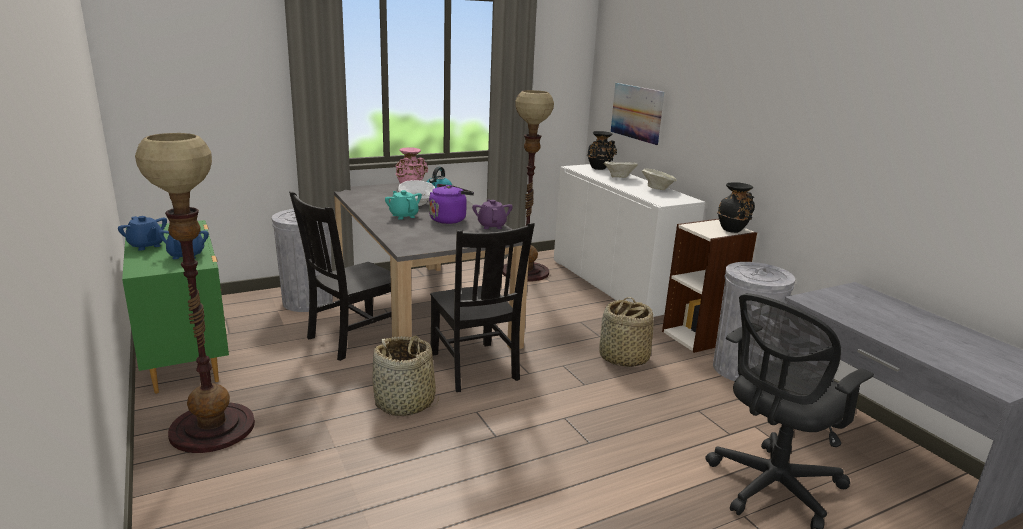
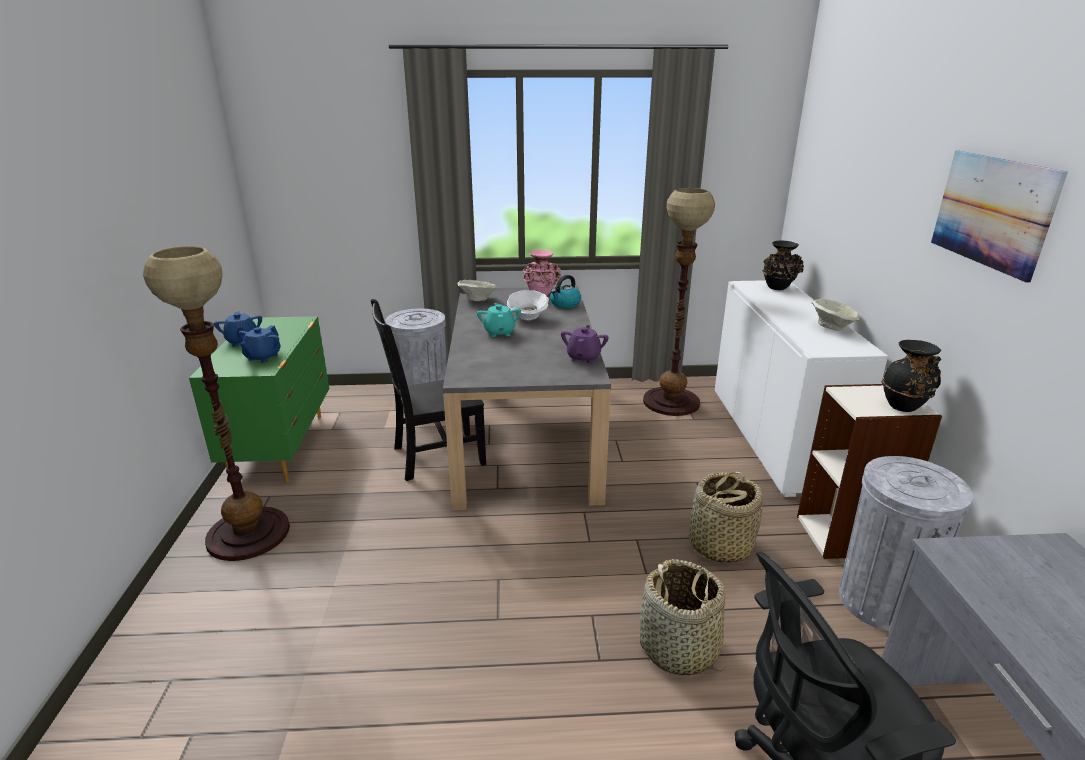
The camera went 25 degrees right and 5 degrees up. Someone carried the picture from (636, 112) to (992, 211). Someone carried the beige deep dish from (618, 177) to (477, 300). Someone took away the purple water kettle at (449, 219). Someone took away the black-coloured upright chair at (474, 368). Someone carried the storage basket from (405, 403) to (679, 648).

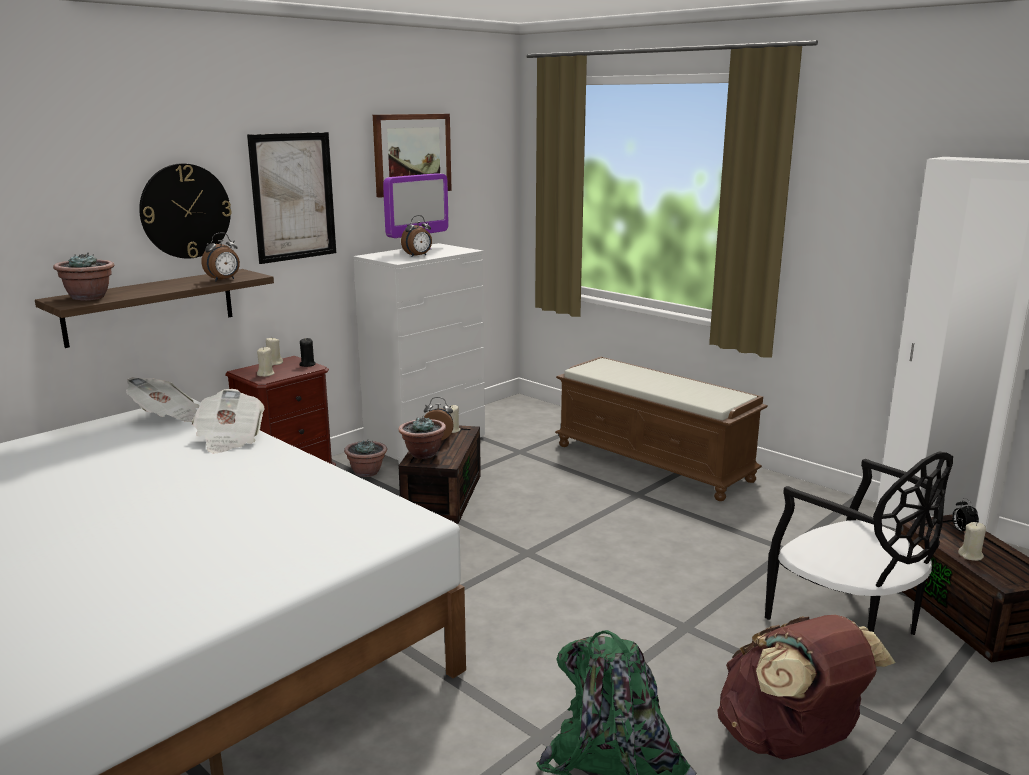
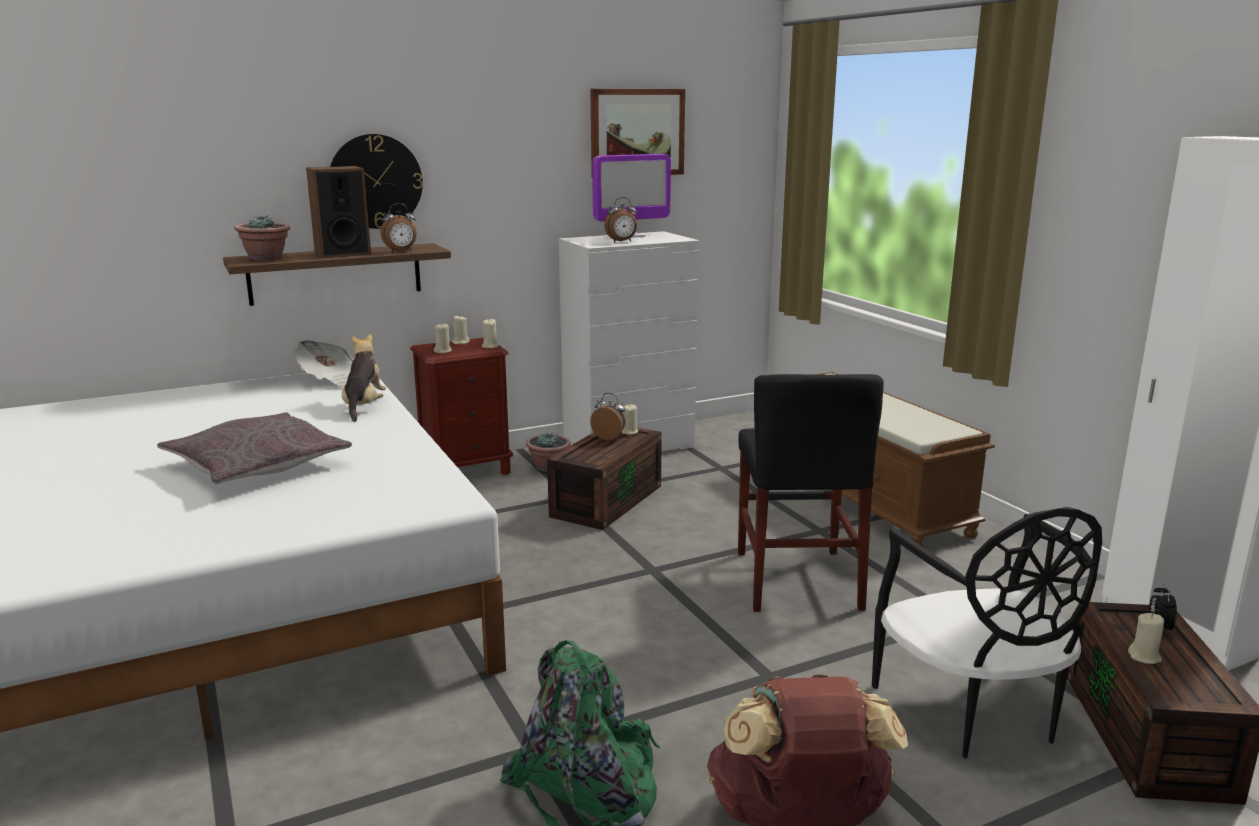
The camera went 20 degrees right and 0 degrees up. Someone took away the picture at (293, 197). Someone repainted the black-coloured wax light at (307, 364), which became the beige wax light at (490, 346). Someone swapped the newspaper at (229, 439) for the plush toy at (364, 406). Someone took away the plant in a pot at (423, 454). Someone put down the speaker at (342, 253). Someone put down the black-coloured upright chair at (797, 579). Someone put down the gray cushion at (257, 465).

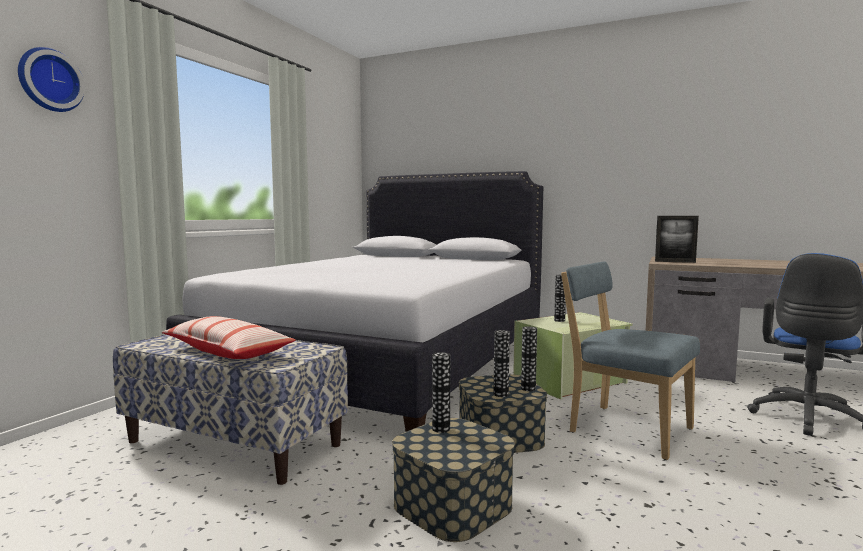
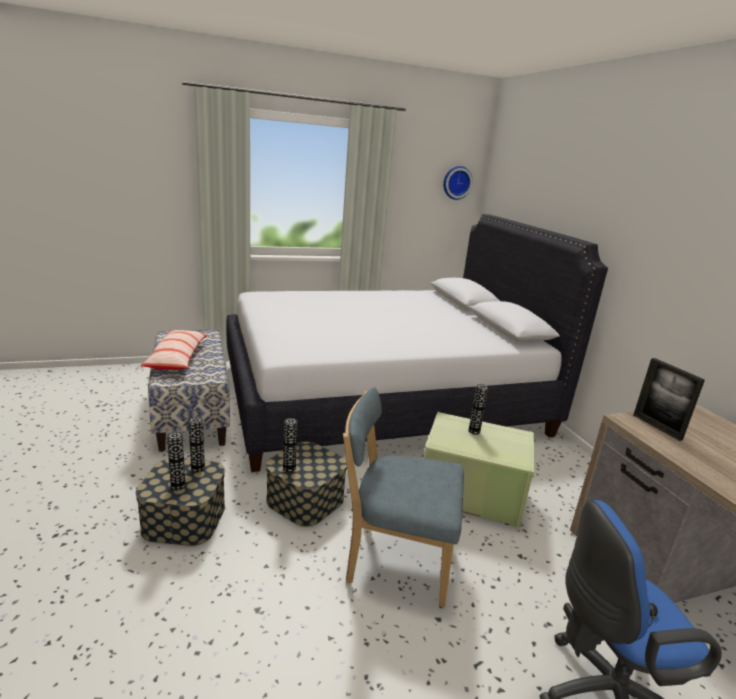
The camera went 45 degrees right and 15 degrees up. Someone carried the wall clock from (49, 80) to (456, 182). Someone rotated the bluish upright chair at (624, 429) by 75 degrees counterclockwise. Someone carried the flower vase from (528, 388) to (178, 486).

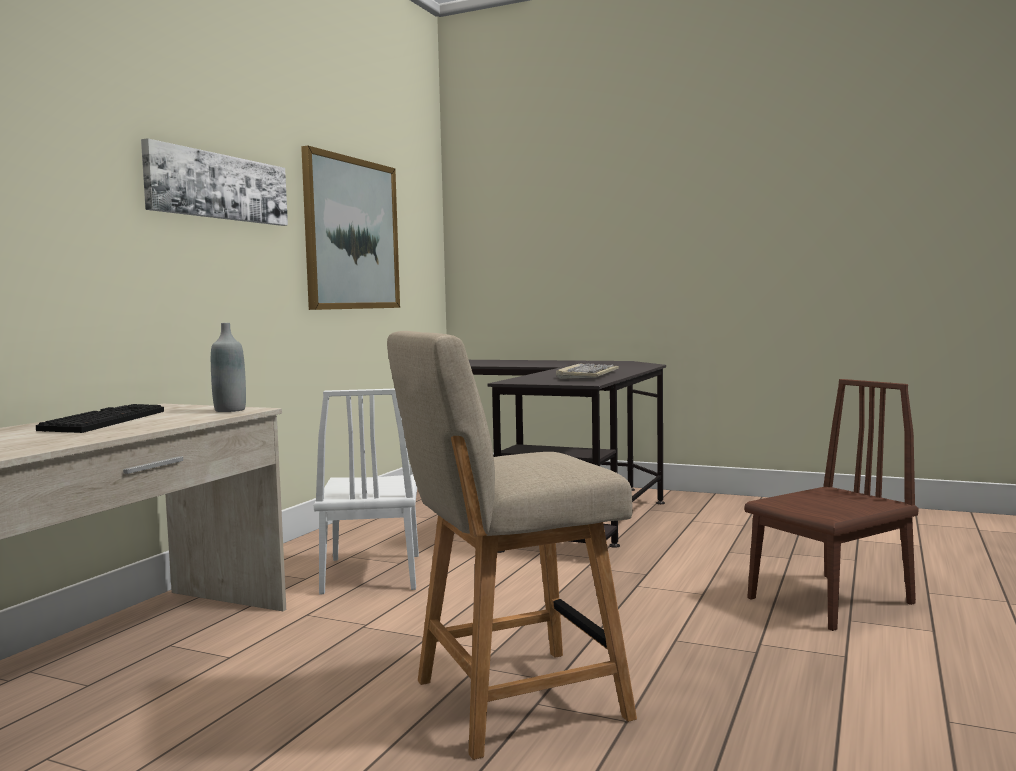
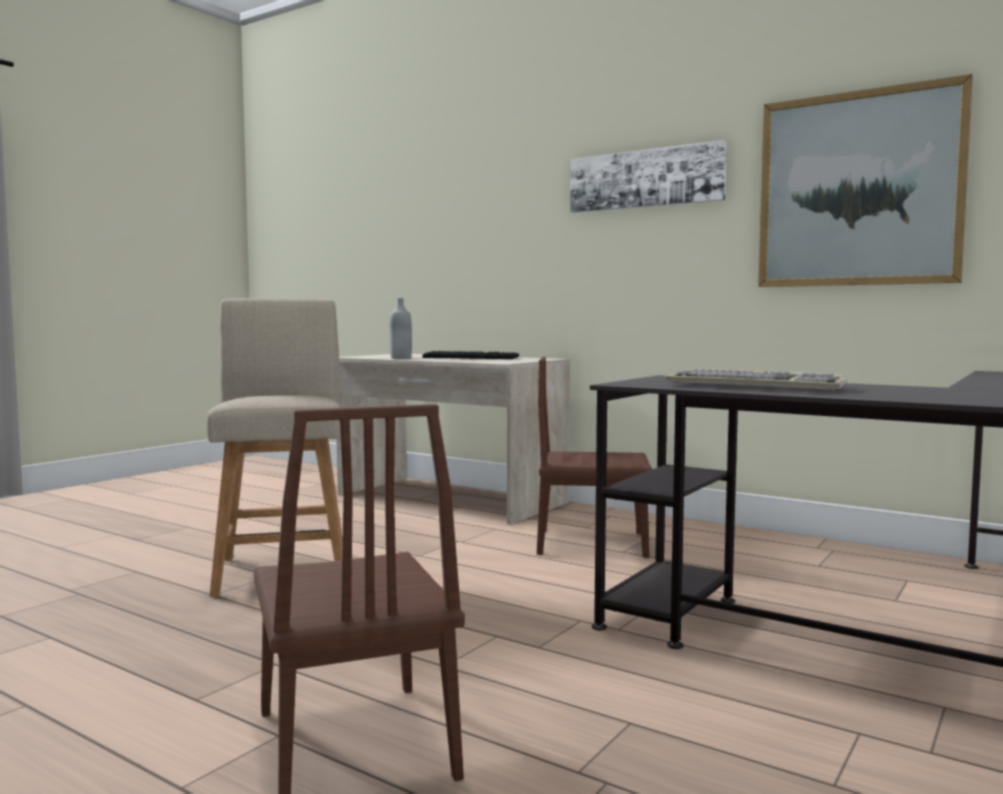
The camera went 100 degrees right and 0 degrees up. Someone carried the gray bottle from (230, 410) to (401, 358). Someone repainted the white upright chair at (372, 573), which became the brown upright chair at (592, 543).

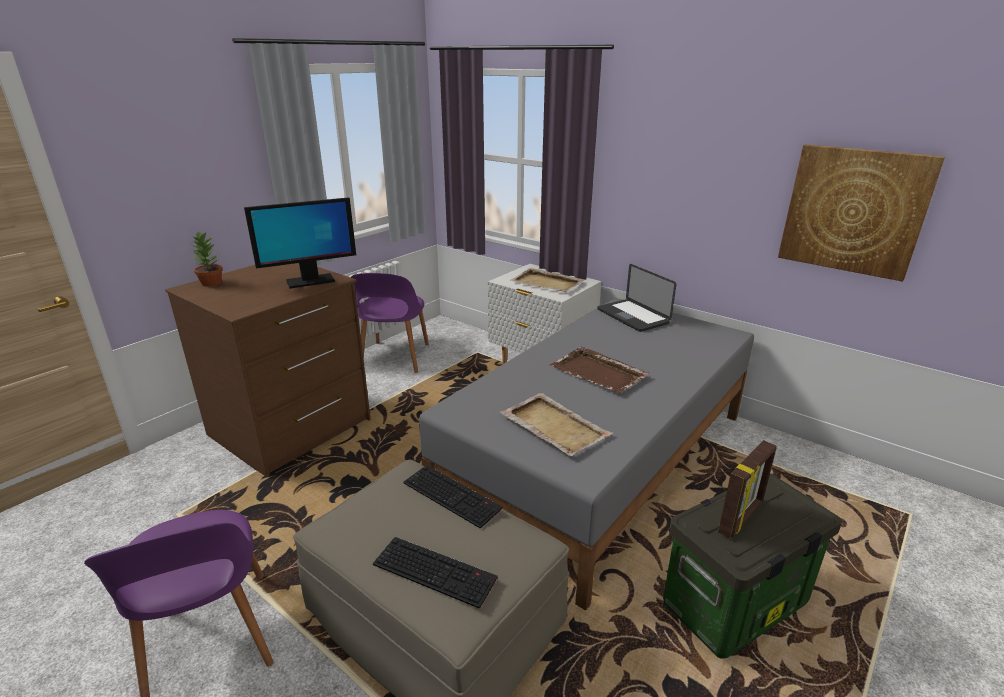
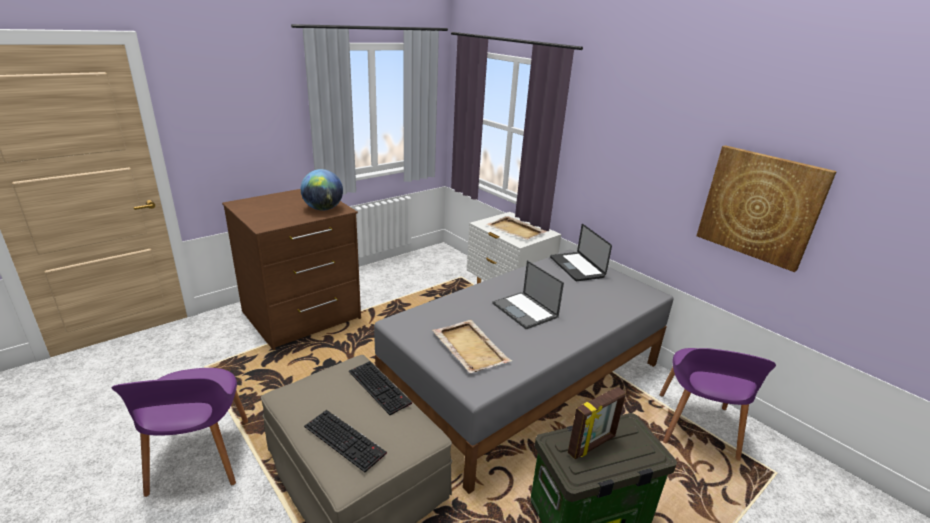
The camera went 10 degrees right and 0 degrees up. Someone swapped the computer display at (310, 281) for the globe at (323, 209). Someone took away the plant in a pot at (211, 283). Someone carried the purple upright chair from (394, 358) to (696, 427). Someone swapped the brown tray at (599, 373) for the portable computer at (525, 310).

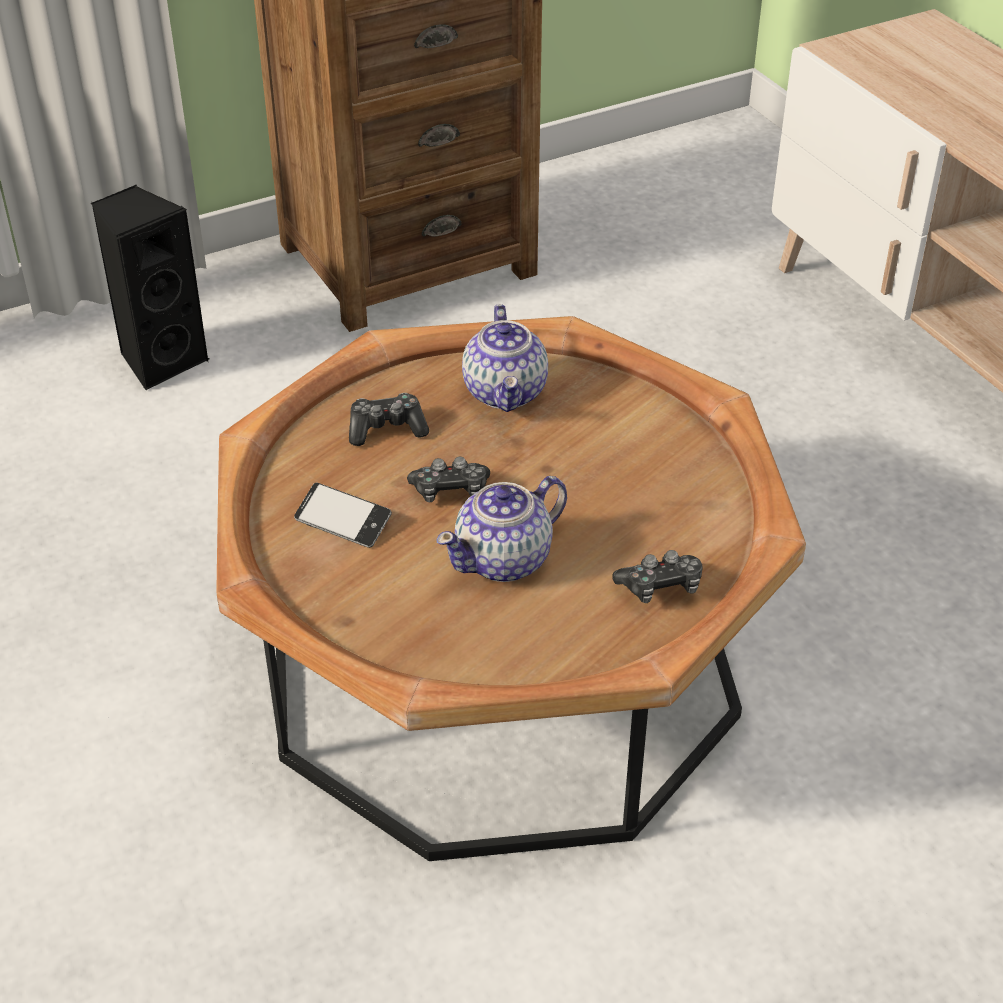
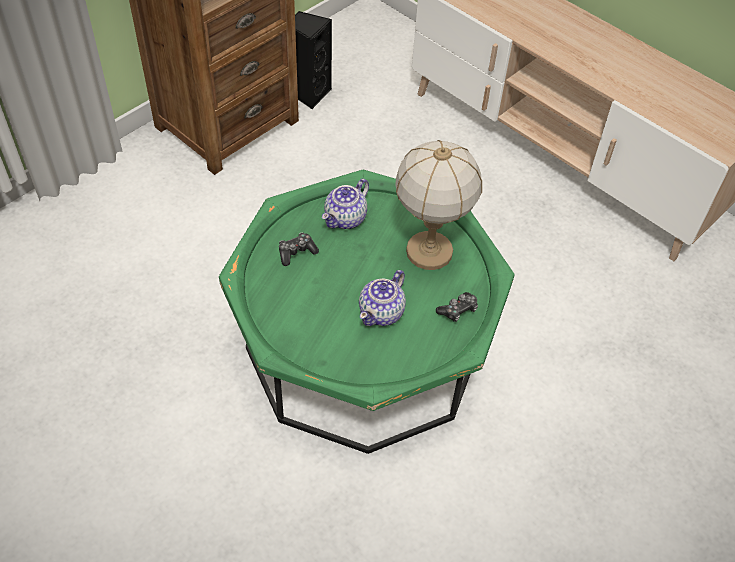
The camera went 20 degrees left and 10 degrees up. Someone carried the black-coloured speaker from (161, 360) to (309, 93). Someone rotated the tea pot at (506, 392) by 60 degrees clockwise. Someone repainted the brown low table at (501, 667), which became the greenish low table at (363, 347). Someone took away the game controller at (450, 490). Someone took away the telephone at (343, 521). Someone put down the table lamp at (428, 252).

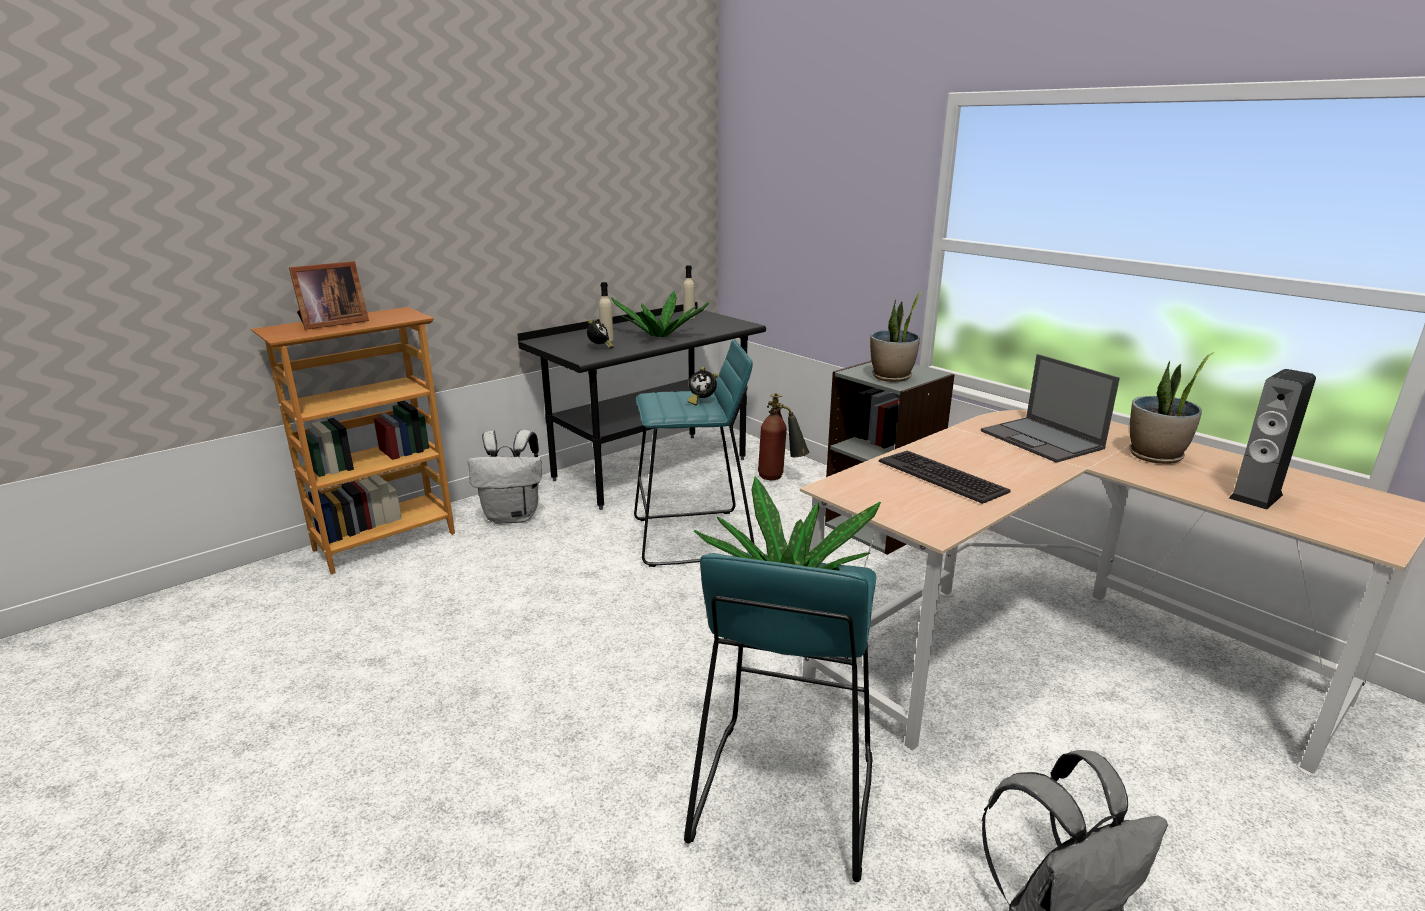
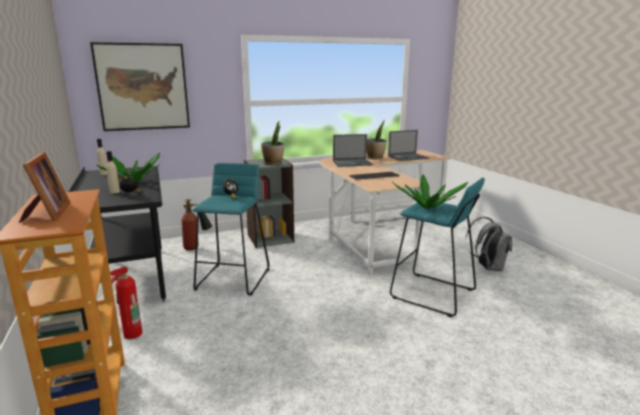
The camera went 70 degrees left and 5 degrees down. Someone swapped the speaker at (1255, 496) for the portable computer at (408, 157). Someone swapped the white knapsack at (513, 516) for the extinguisher at (130, 334). Someone put up the picture at (143, 87).

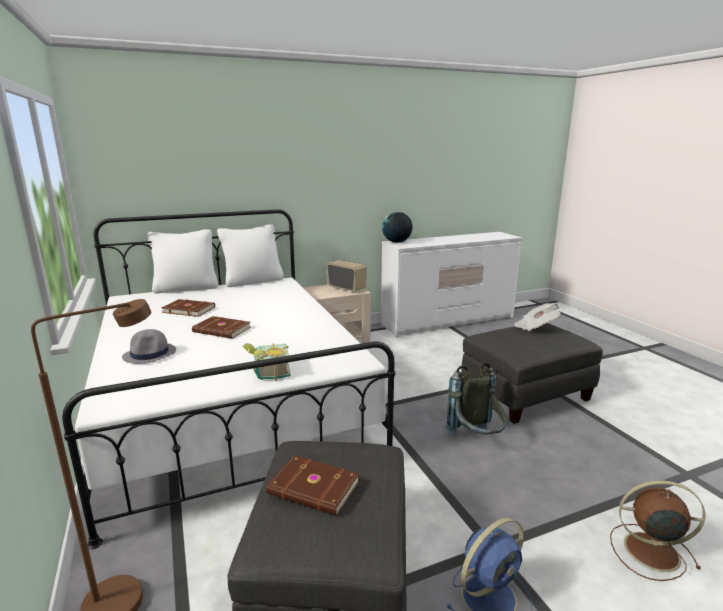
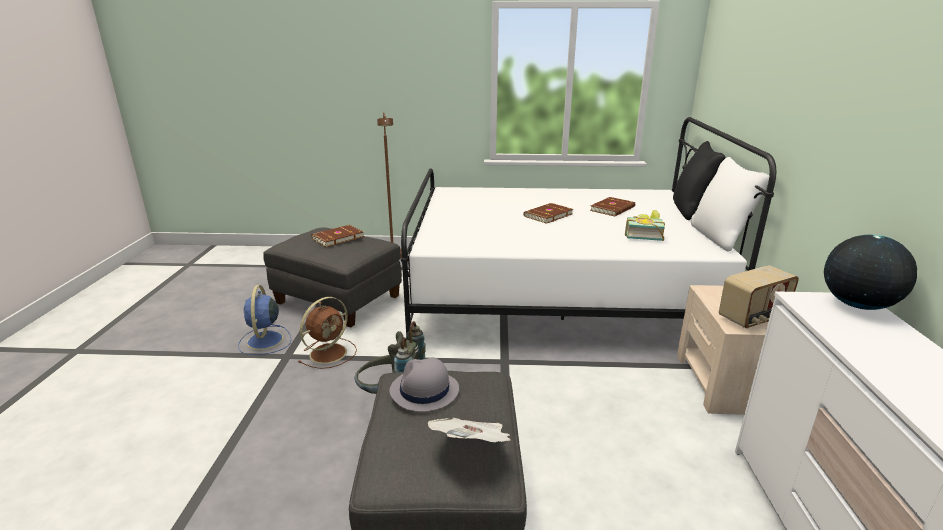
The camera went 115 degrees right and 5 degrees up. Someone repainted the white cushion at (186, 288), which became the black-coloured cushion at (691, 210). Someone carried the gray wearable hat from (150, 354) to (424, 391). Someone carried the book from (267, 372) to (643, 235). Someone carried the brown electric fan from (648, 551) to (329, 352).

